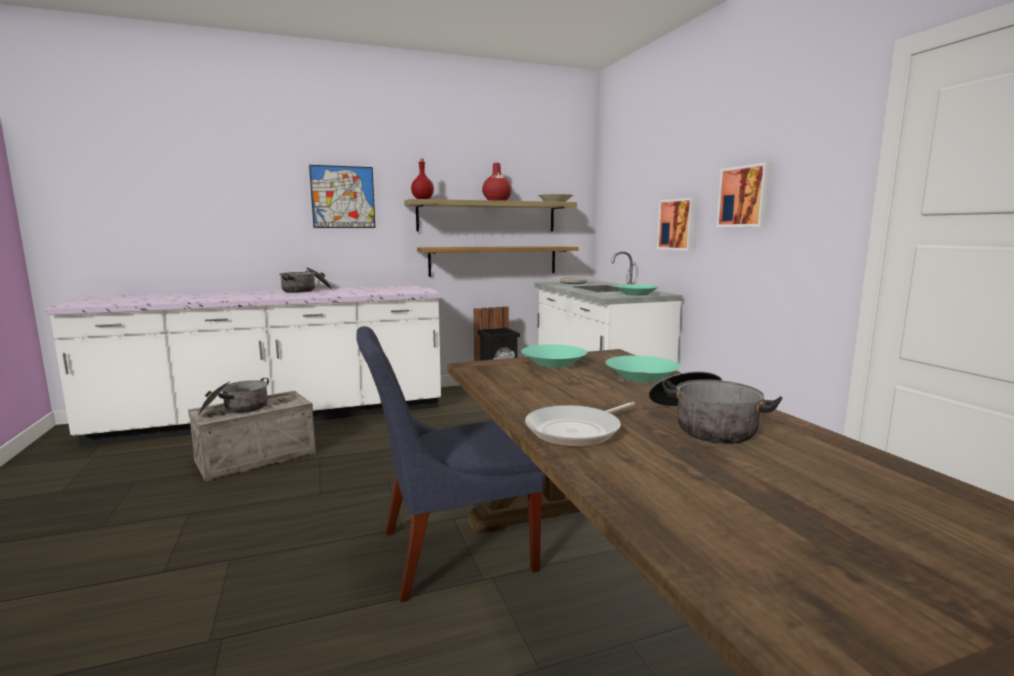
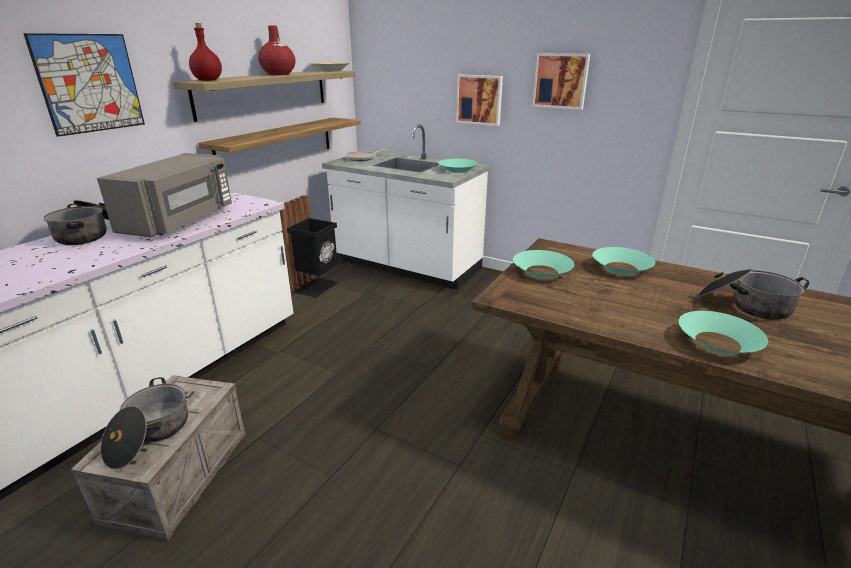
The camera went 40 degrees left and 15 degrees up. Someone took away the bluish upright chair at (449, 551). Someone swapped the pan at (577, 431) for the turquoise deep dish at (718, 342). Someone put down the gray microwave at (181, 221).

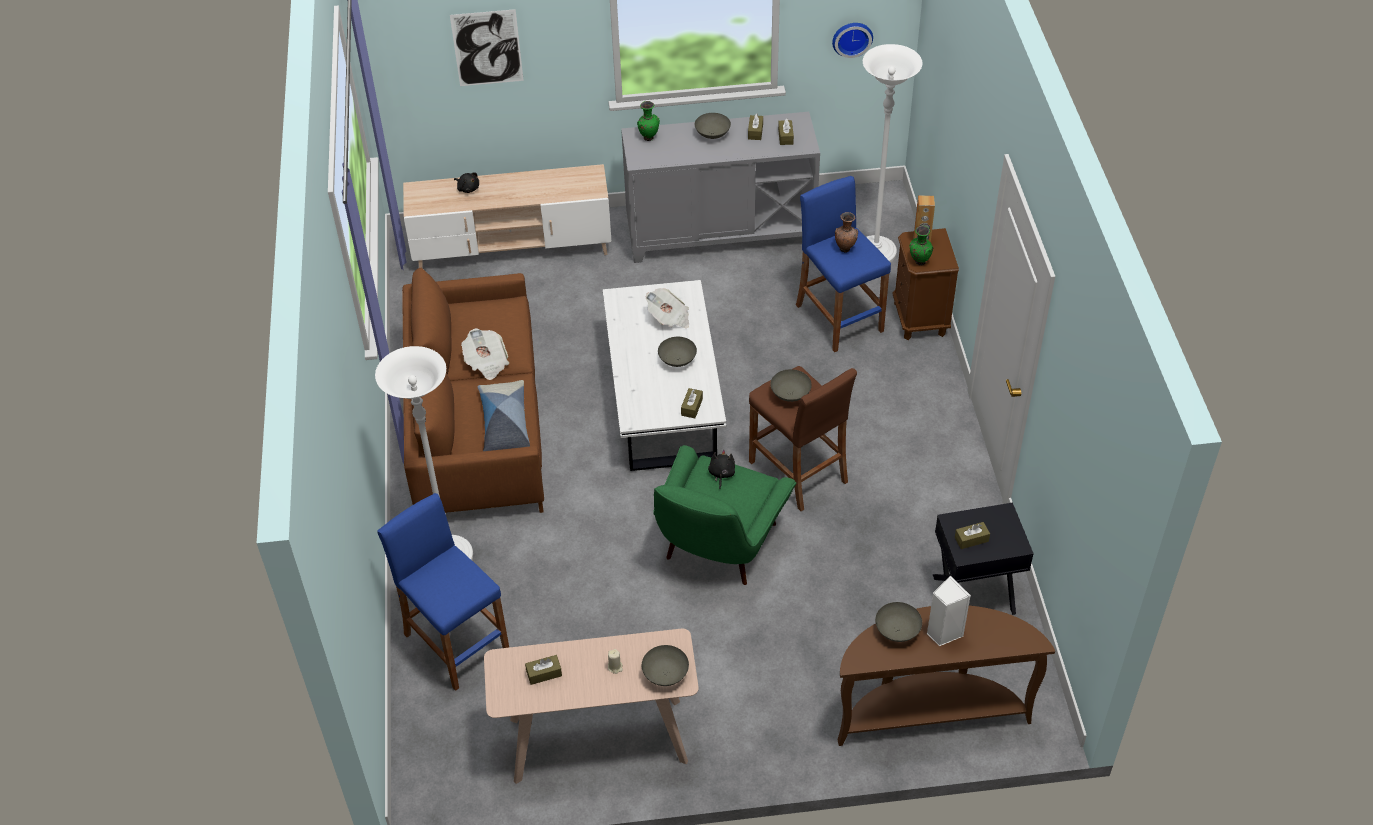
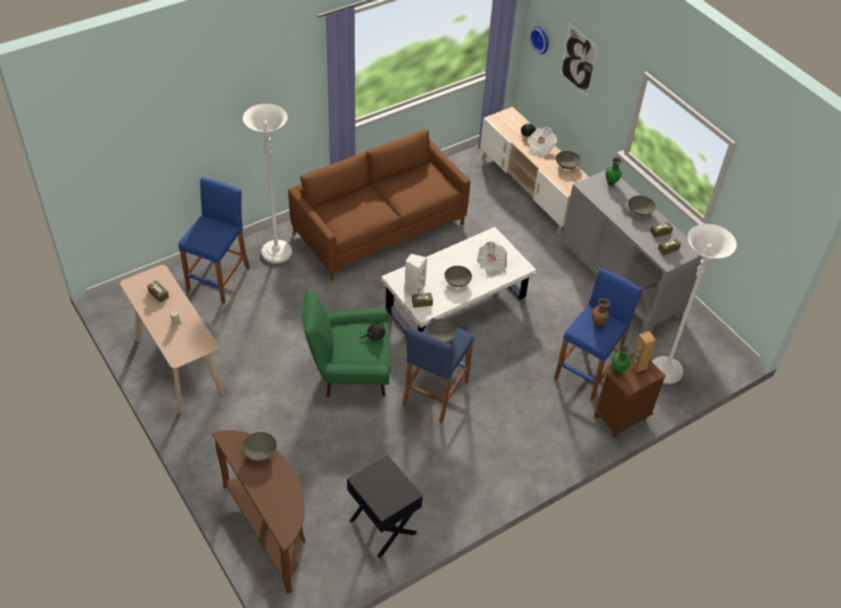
The camera went 60 degrees right and 0 degrees up. Someone carried the wall clock from (852, 37) to (541, 39). Someone carried the newspaper from (486, 363) to (540, 149). Someone repainted the brown stool at (798, 472), which became the bluish stool at (434, 393). Someone took away the cushion at (504, 423). Someone took away the brown tissue box at (971, 539). Someone carried the white speaker from (943, 632) to (414, 288). Someone carried the gray deep dish from (666, 674) to (567, 166).

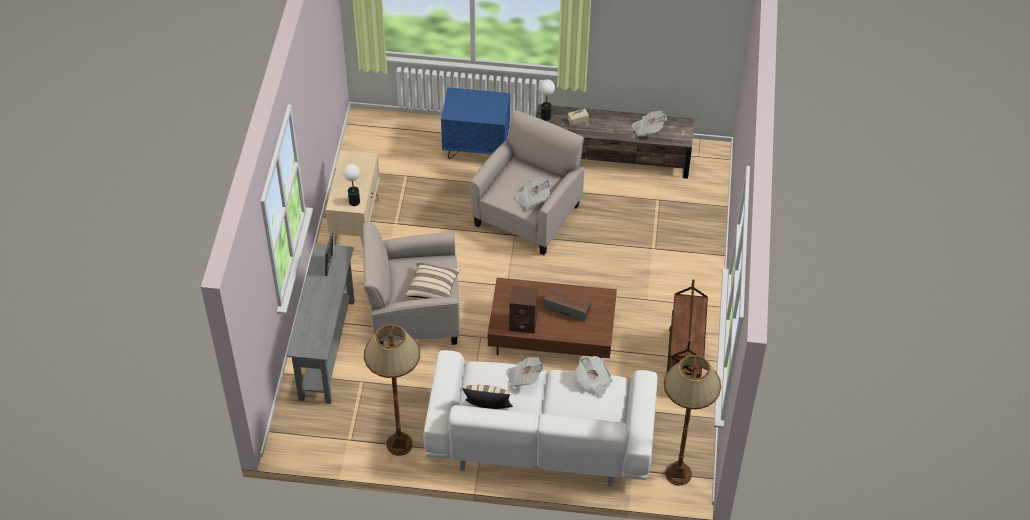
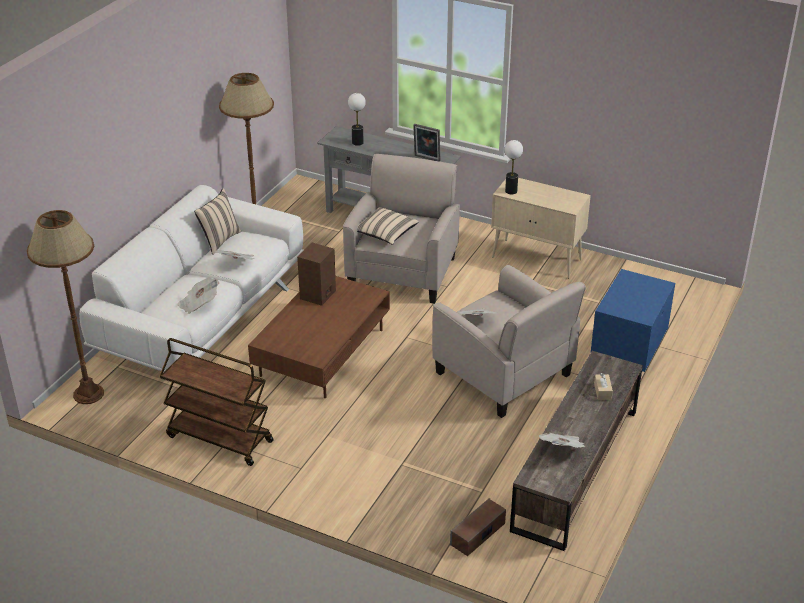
The camera went 110 degrees right and 15 degrees down. Someone carried the table lamp from (546, 116) to (357, 142). Someone carried the speaker from (567, 309) to (478, 534).

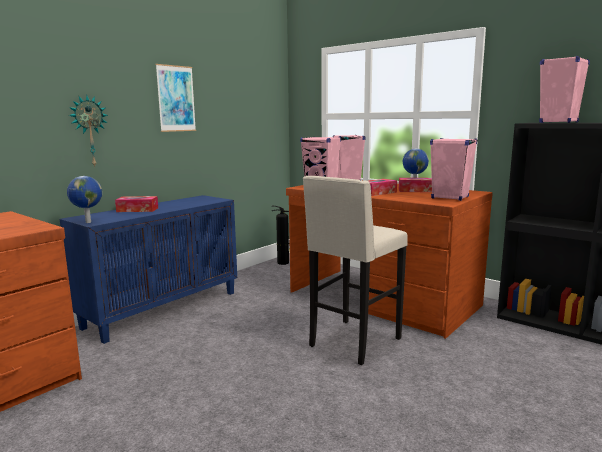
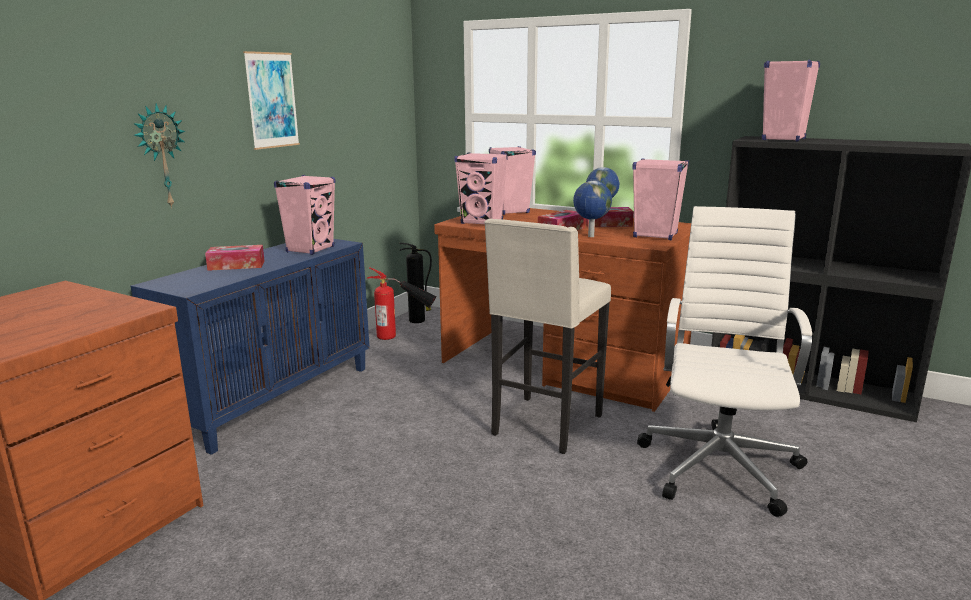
The camera went 10 degrees left and 5 degrees up. Someone carried the globe from (87, 222) to (590, 236). Someone put down the pink-coloured speaker at (310, 249). Someone put down the white computer chair at (720, 465). Someone put down the extinguisher at (403, 337).

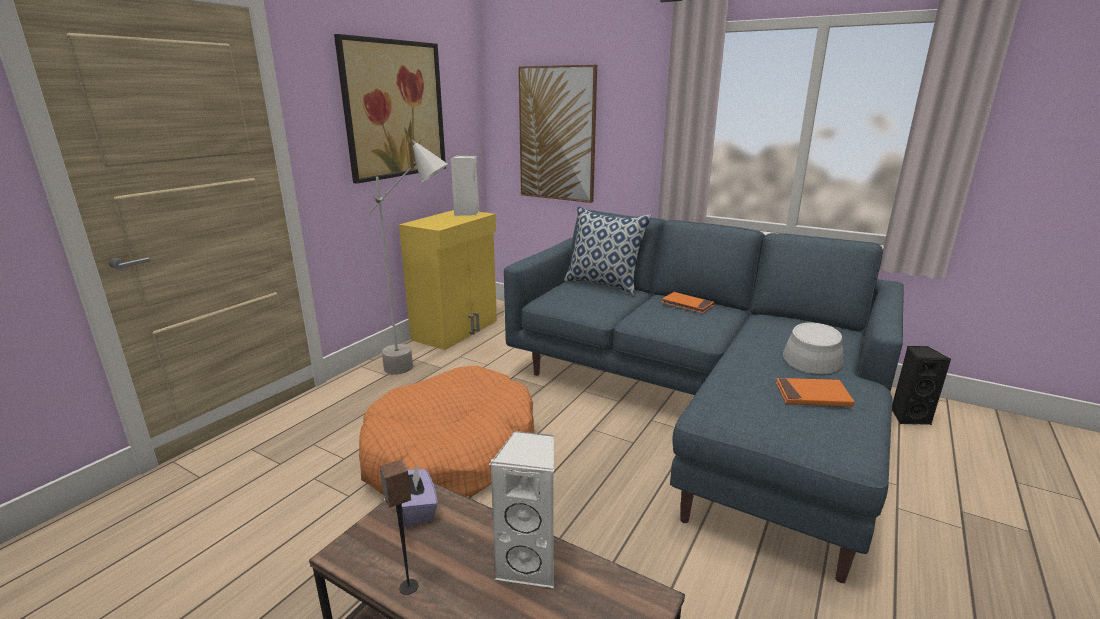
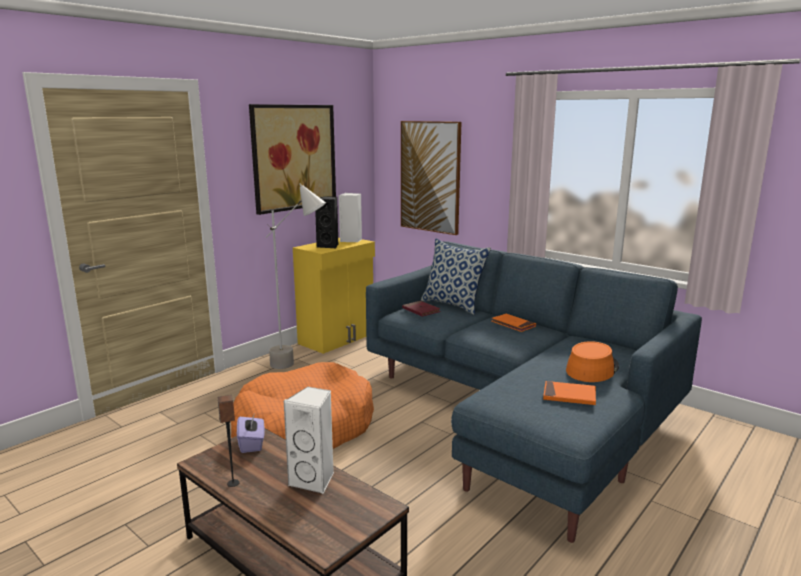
The camera went 10 degrees right and 5 degrees down. Someone repainted the gray wearable hat at (812, 355), which became the orangey wearable hat at (592, 369). Someone carried the black-coloured speaker from (908, 417) to (329, 246). Someone put down the red book at (421, 310).

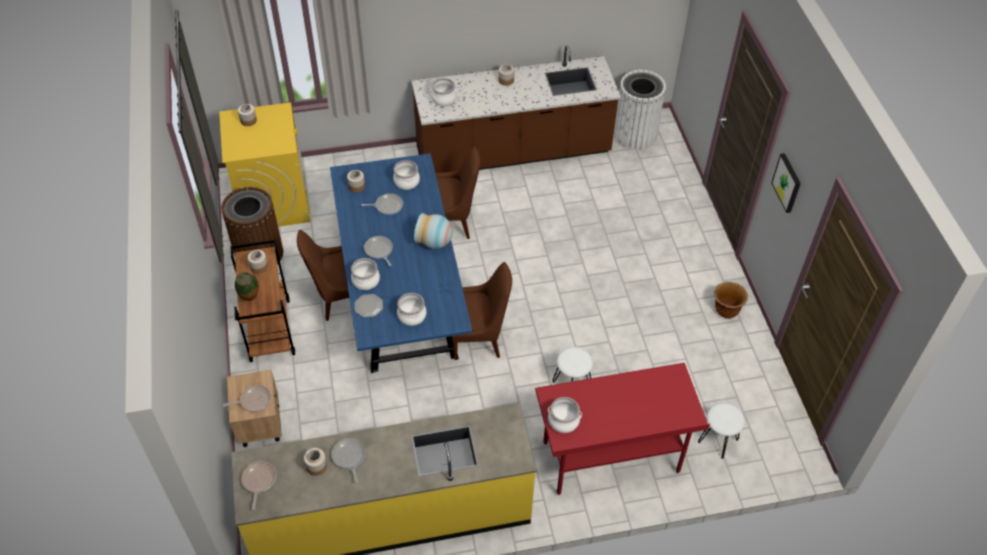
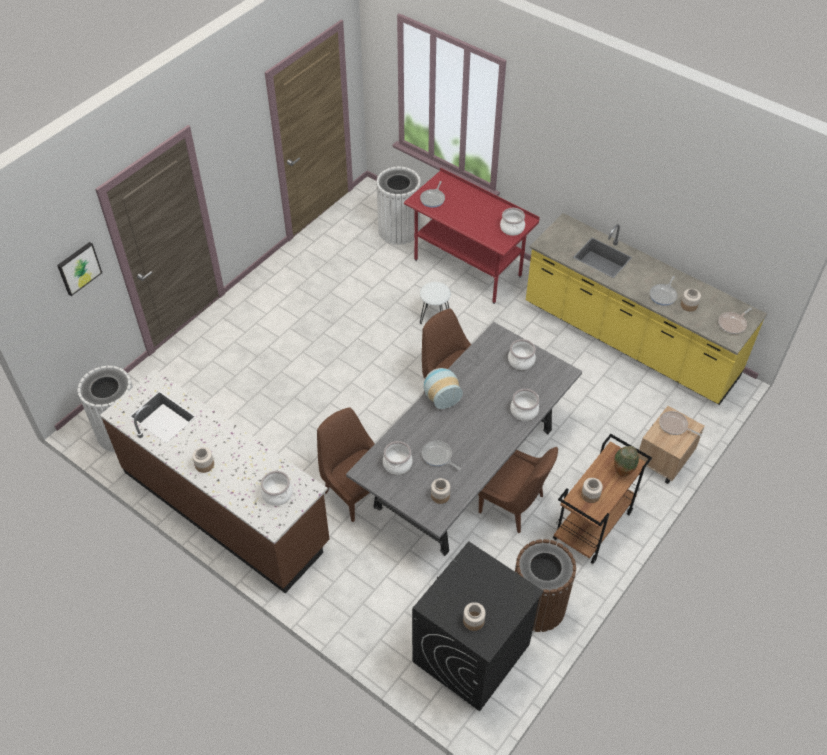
The camera went 130 degrees left and 0 degrees up. Someone repainted the yellow-coloured laundry machine at (274, 201), which became the black-coloured laundry machine at (471, 653). Someone repainted the bluish dining table at (401, 293), which became the gray dining table at (465, 467). Someone carried the picture from (787, 182) to (78, 268). Someone carried the pan from (379, 250) to (433, 199). Someone took away the brown planter at (726, 311). Someone took away the flat dish at (368, 306). Someone swapped the white stool at (718, 440) for the white trash can at (399, 230).

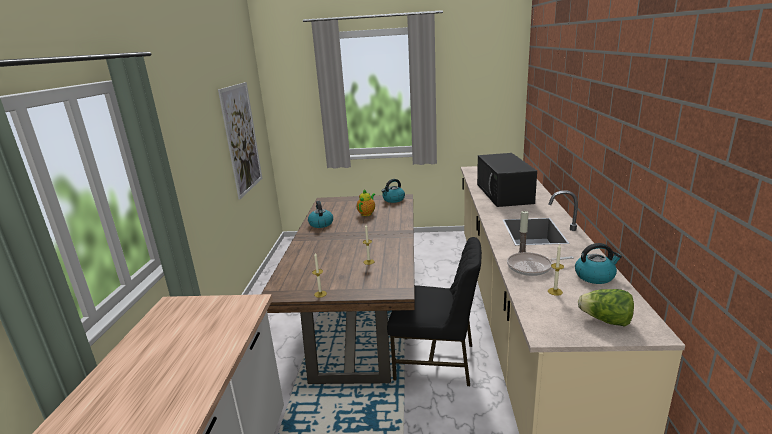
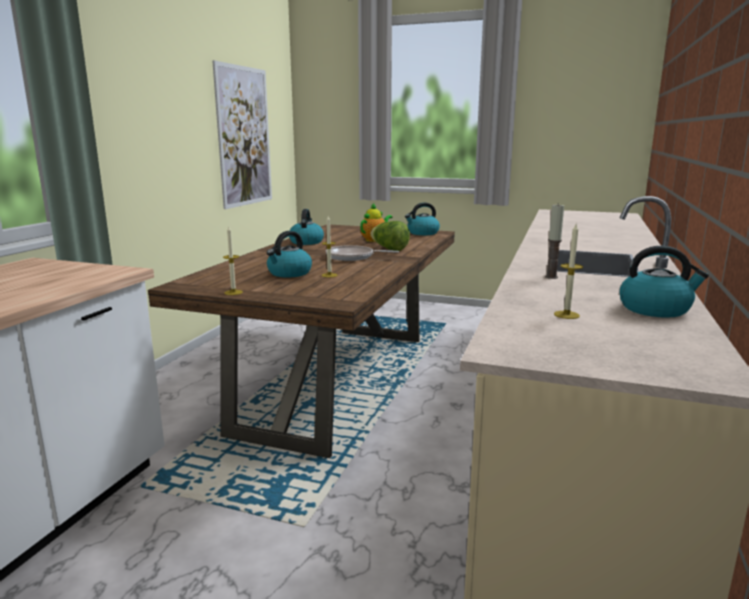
The camera went 15 degrees right and 5 degrees down. Someone took away the black-coloured microwave at (504, 194). Someone took away the black-coloured upright chair at (436, 361). Someone carried the pan from (532, 267) to (353, 257). Someone carried the lettuce from (605, 320) to (389, 249). Someone put down the water kettle at (289, 273).

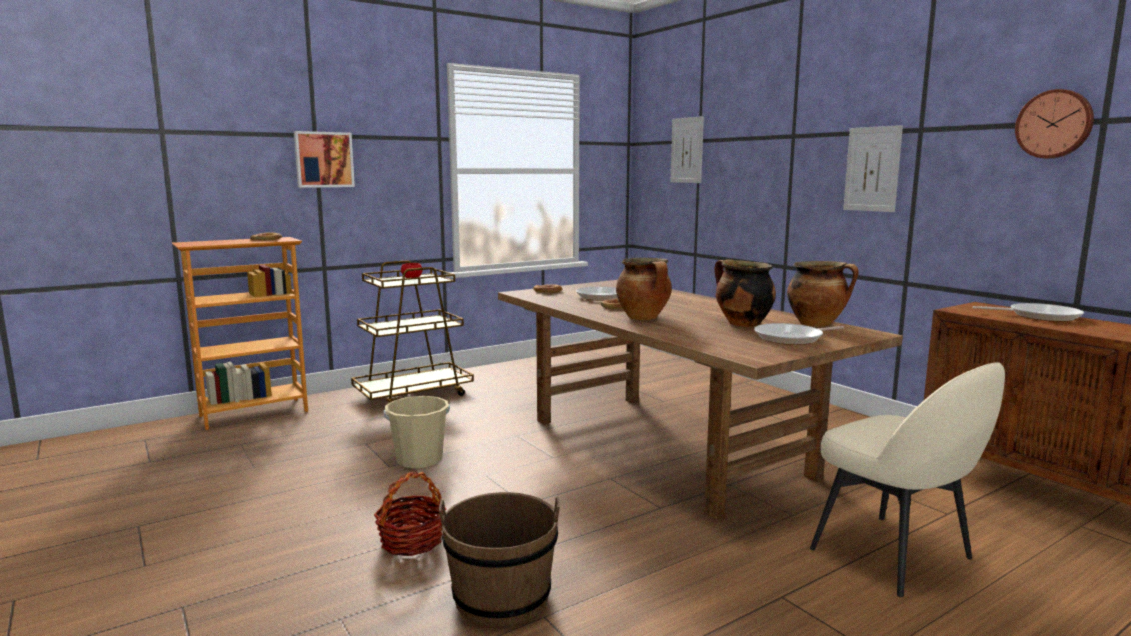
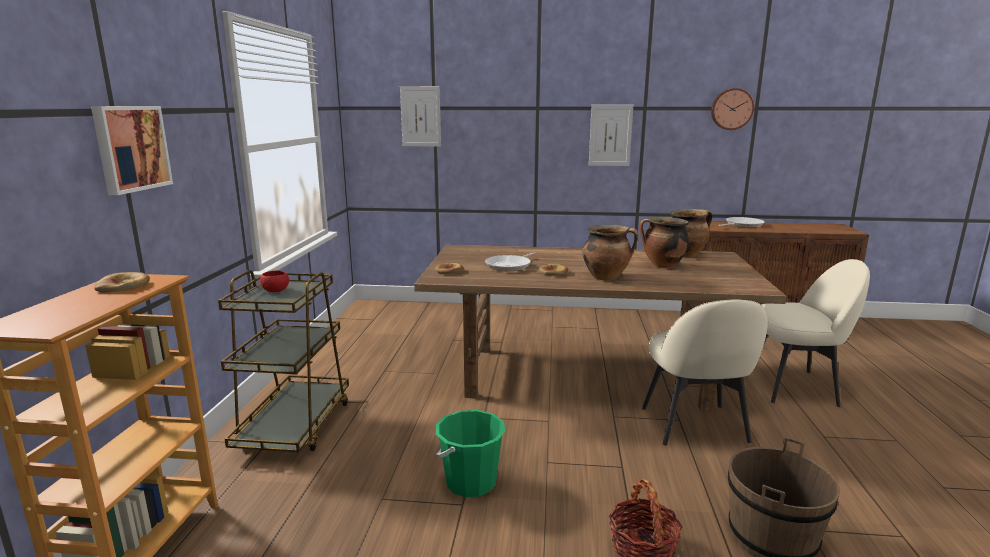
The camera went 50 degrees left and 5 degrees up. Someone took away the pan at (792, 338). Someone repainted the beige water bucket at (419, 460), which became the greenish water bucket at (470, 482). Someone put down the beige upright chair at (695, 426).

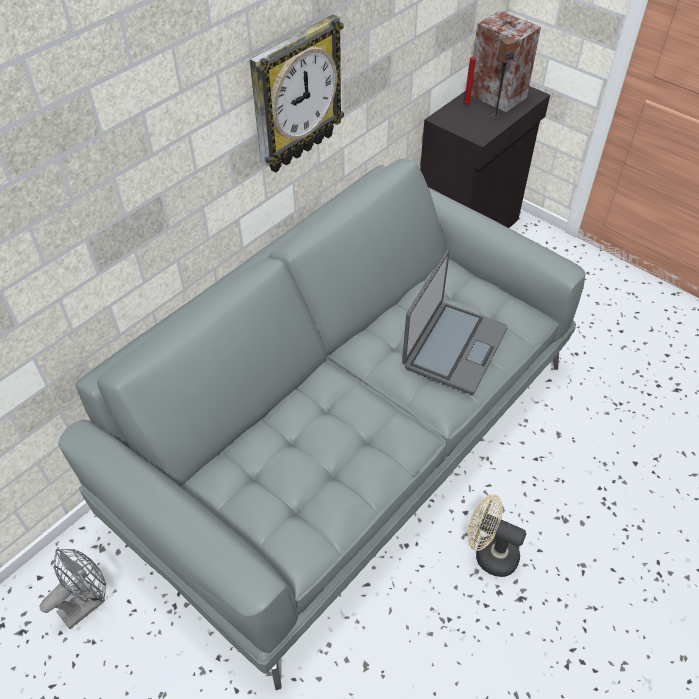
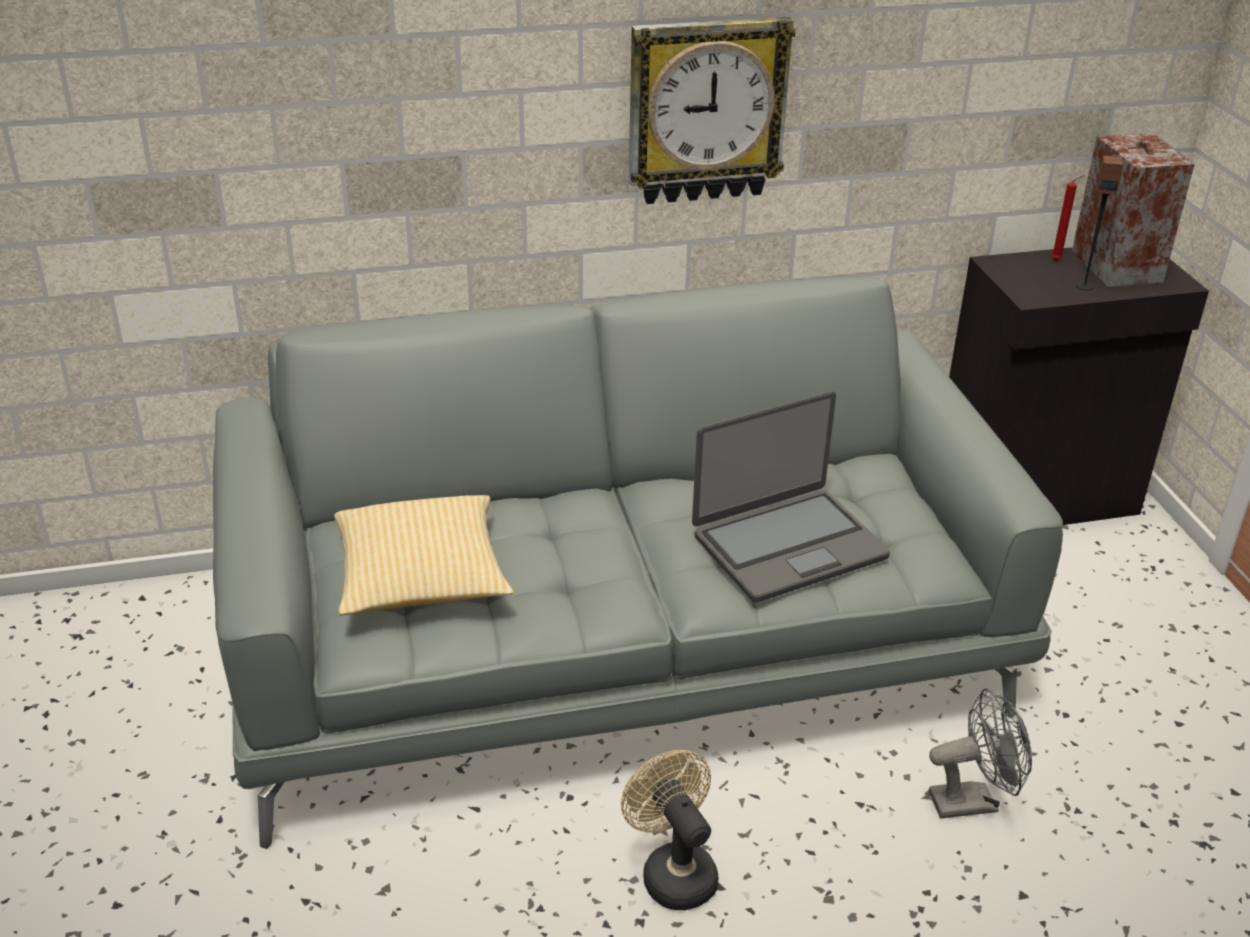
The camera went 35 degrees right and 15 degrees down. Someone carried the gray electric fan from (87, 602) to (973, 801). Someone put down the cushion at (421, 579).

